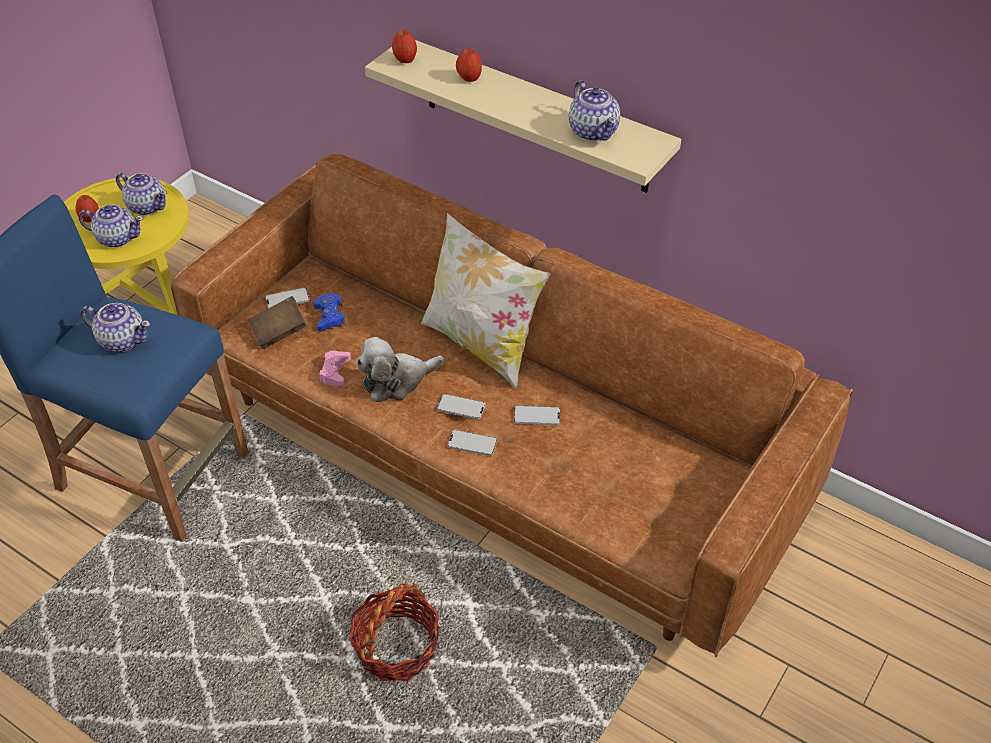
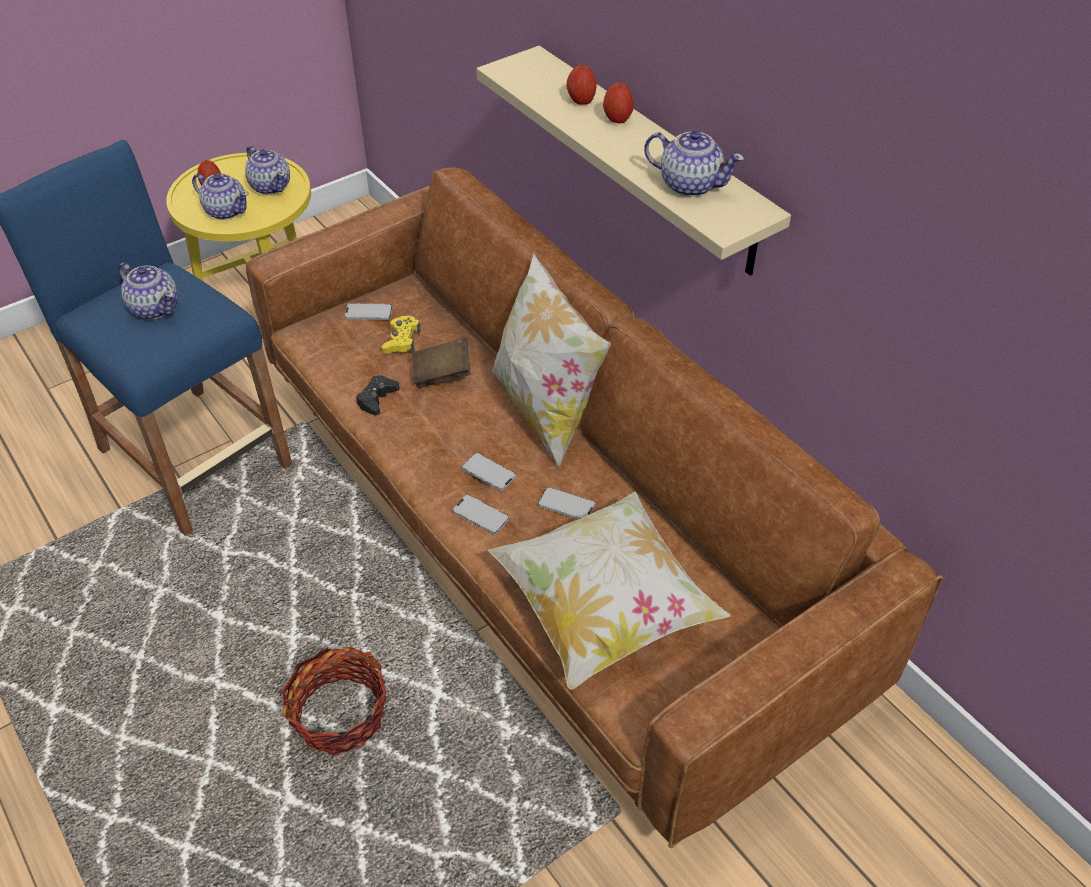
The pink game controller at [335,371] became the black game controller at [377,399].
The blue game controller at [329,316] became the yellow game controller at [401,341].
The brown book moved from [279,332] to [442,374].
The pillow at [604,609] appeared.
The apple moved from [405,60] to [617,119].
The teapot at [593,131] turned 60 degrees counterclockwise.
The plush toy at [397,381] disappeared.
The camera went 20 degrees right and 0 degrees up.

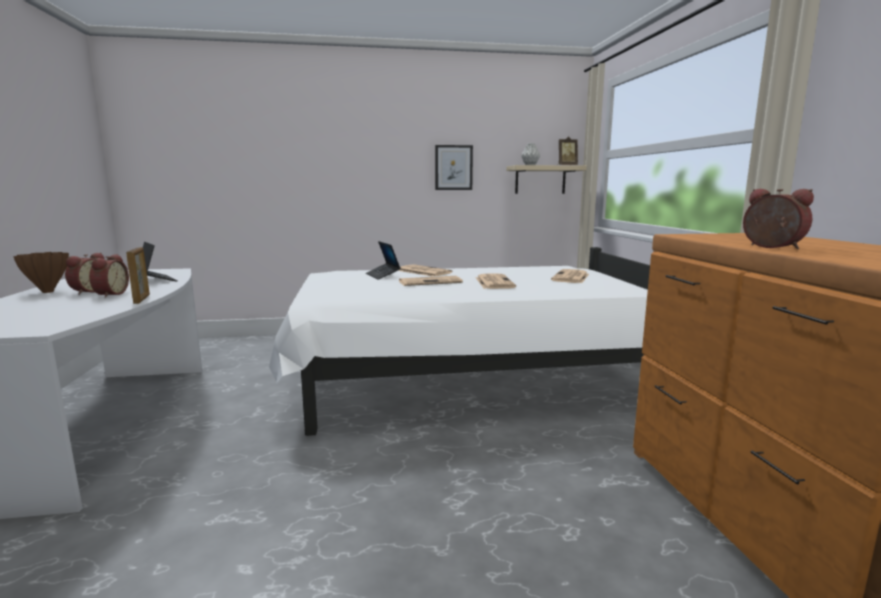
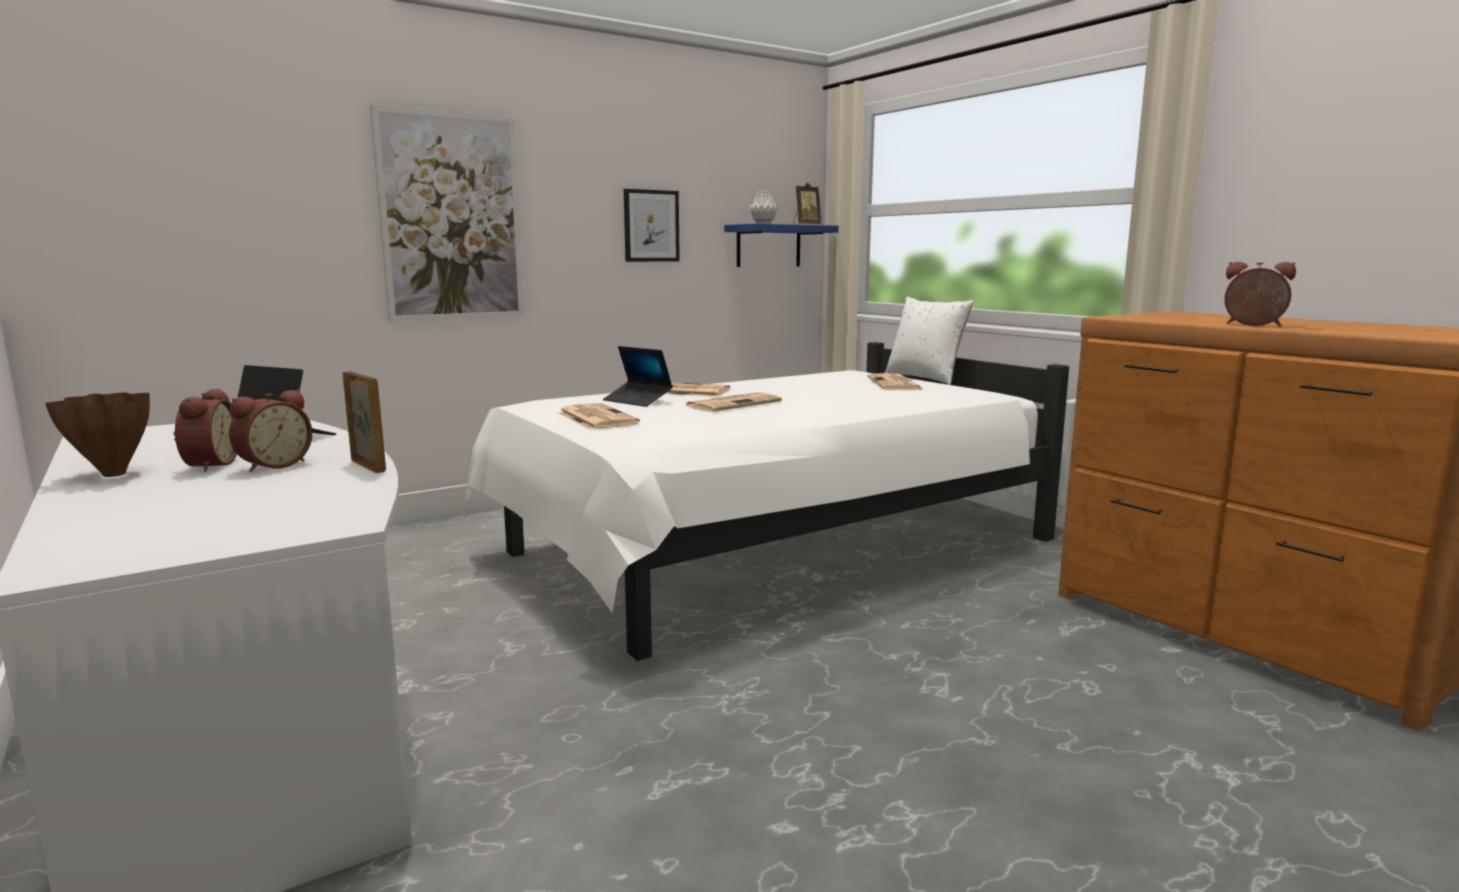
The alarm clock at [110,294] turned 60 degrees clockwise.
The picture at [452,217] appeared.
The newspaper moved from [493,282] to [595,418].
The beige shelf at [540,180] became the blue shelf at [768,246].
The white pillow at [925,378] appeared.
The camera went 25 degrees left and 0 degrees up.

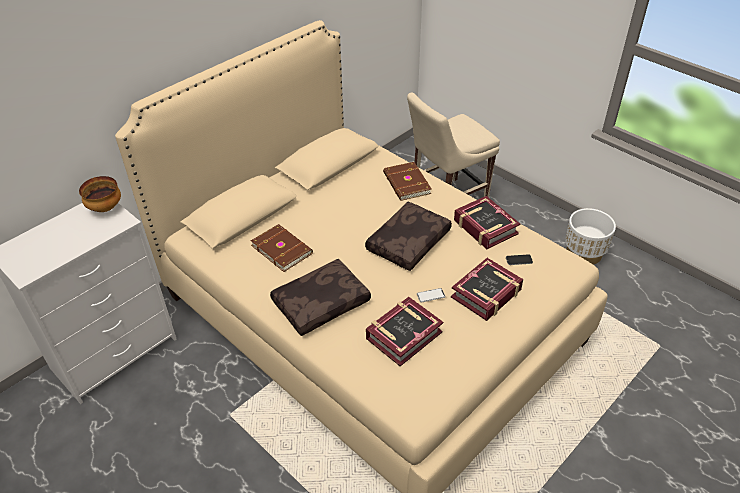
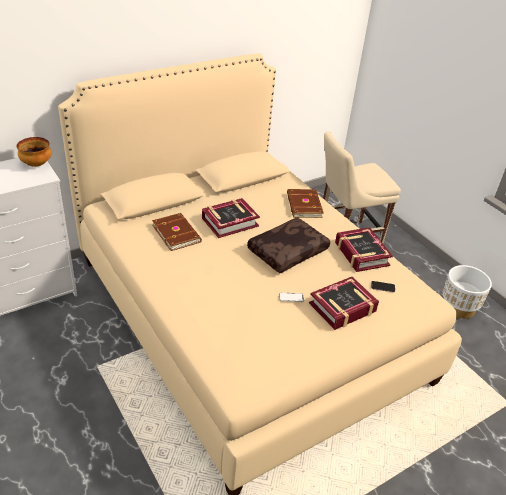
The book moved from [403,335] to [230,222].
The brown pillow at [321,302] disappeared.
The camera went 10 degrees right and 5 degrees down.

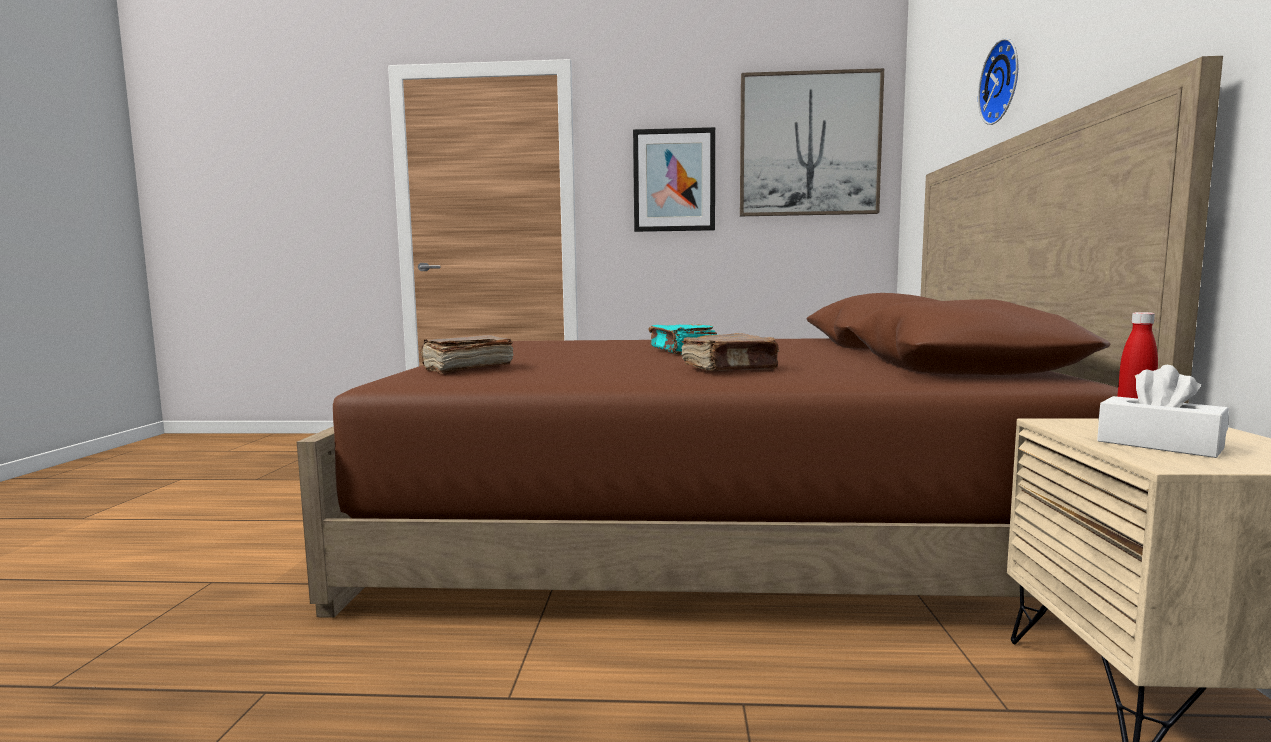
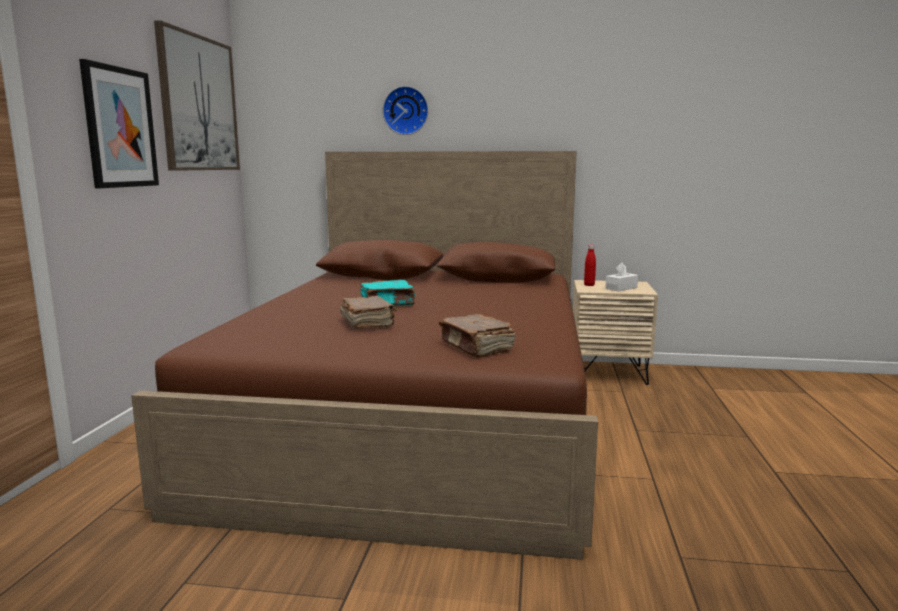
The brown book moved from [730,369] to [368,323].
The camera went 85 degrees left and 5 degrees up.

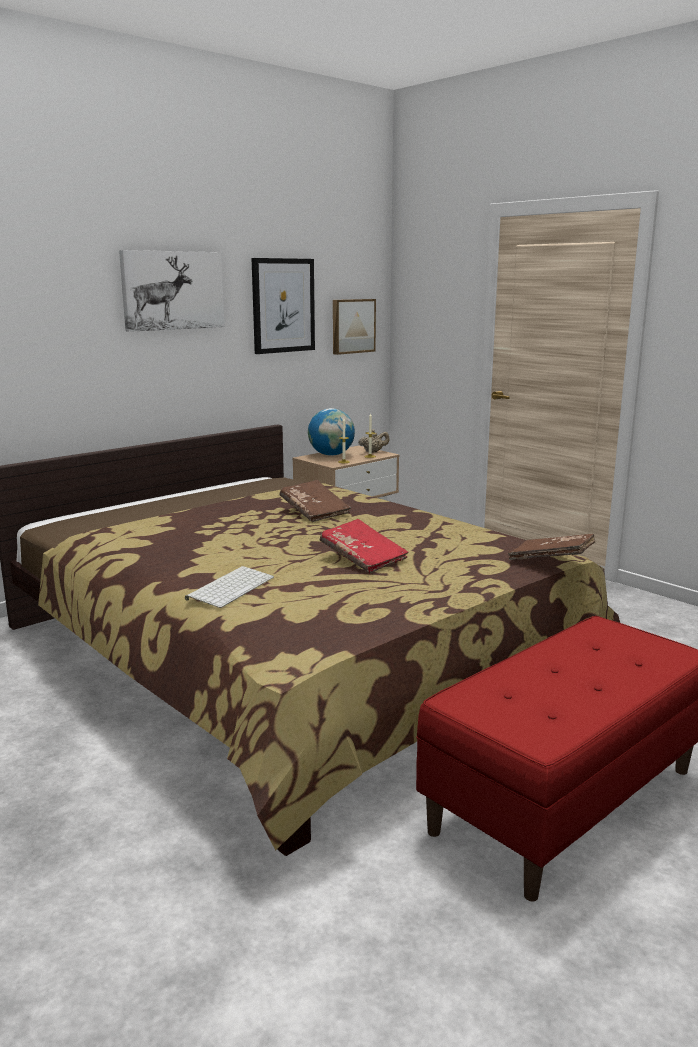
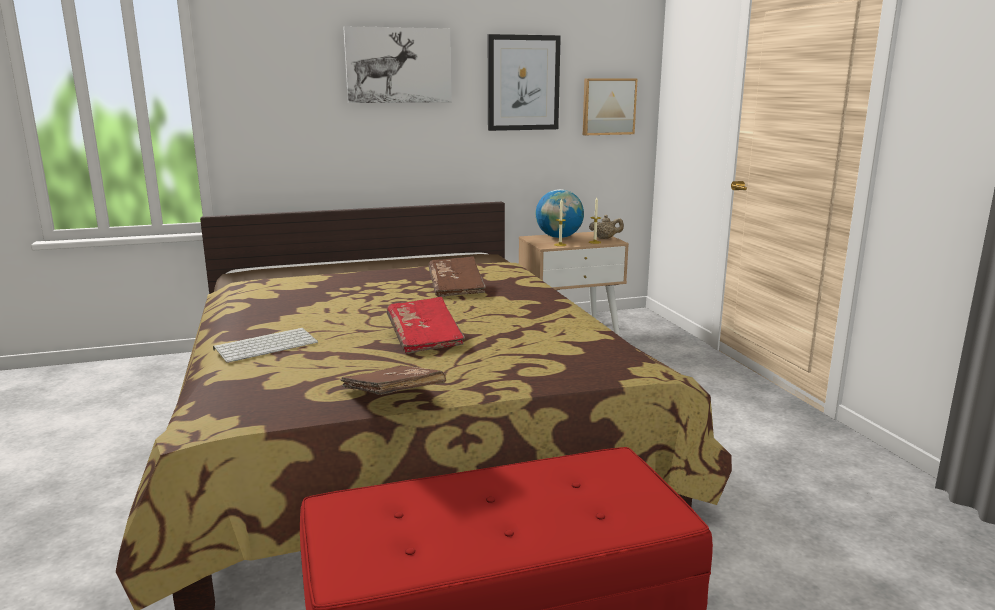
The brown book moved from [551,560] to [392,396].
The camera went 25 degrees right and 0 degrees up.

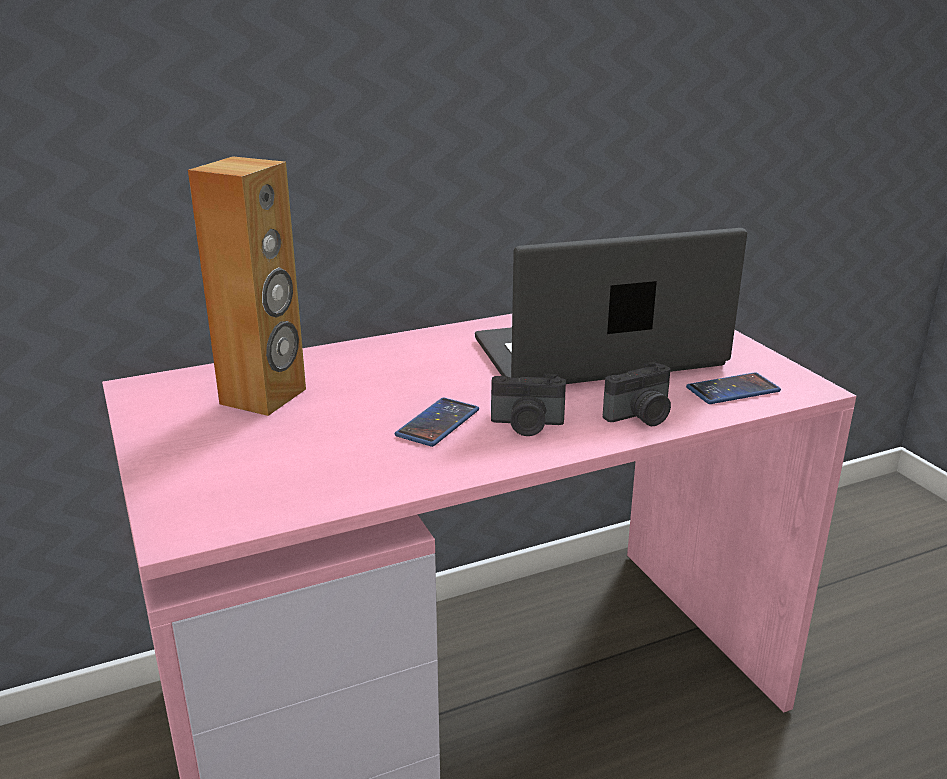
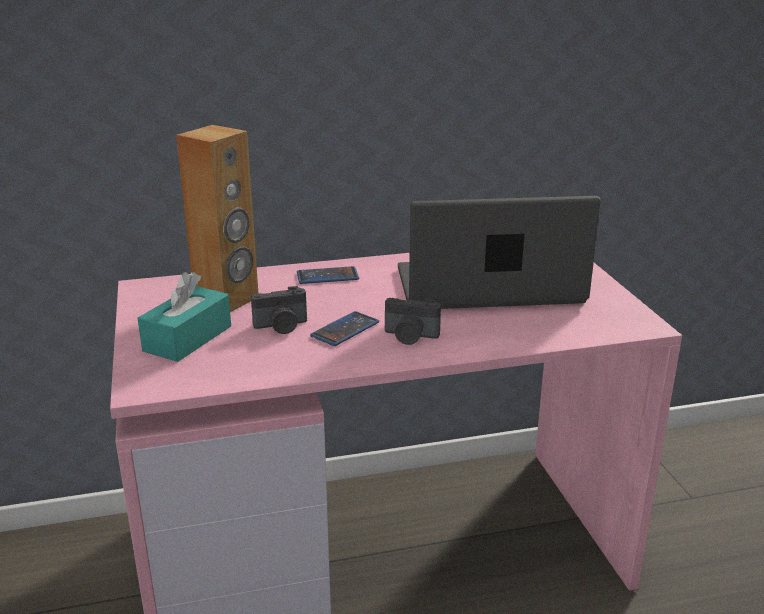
The turquoise tissue box at [188,338] appeared.
The photo camera moved from [641,417] to [281,326].
The phone moved from [732,390] to [327,276].
The camera went 10 degrees right and 0 degrees up.

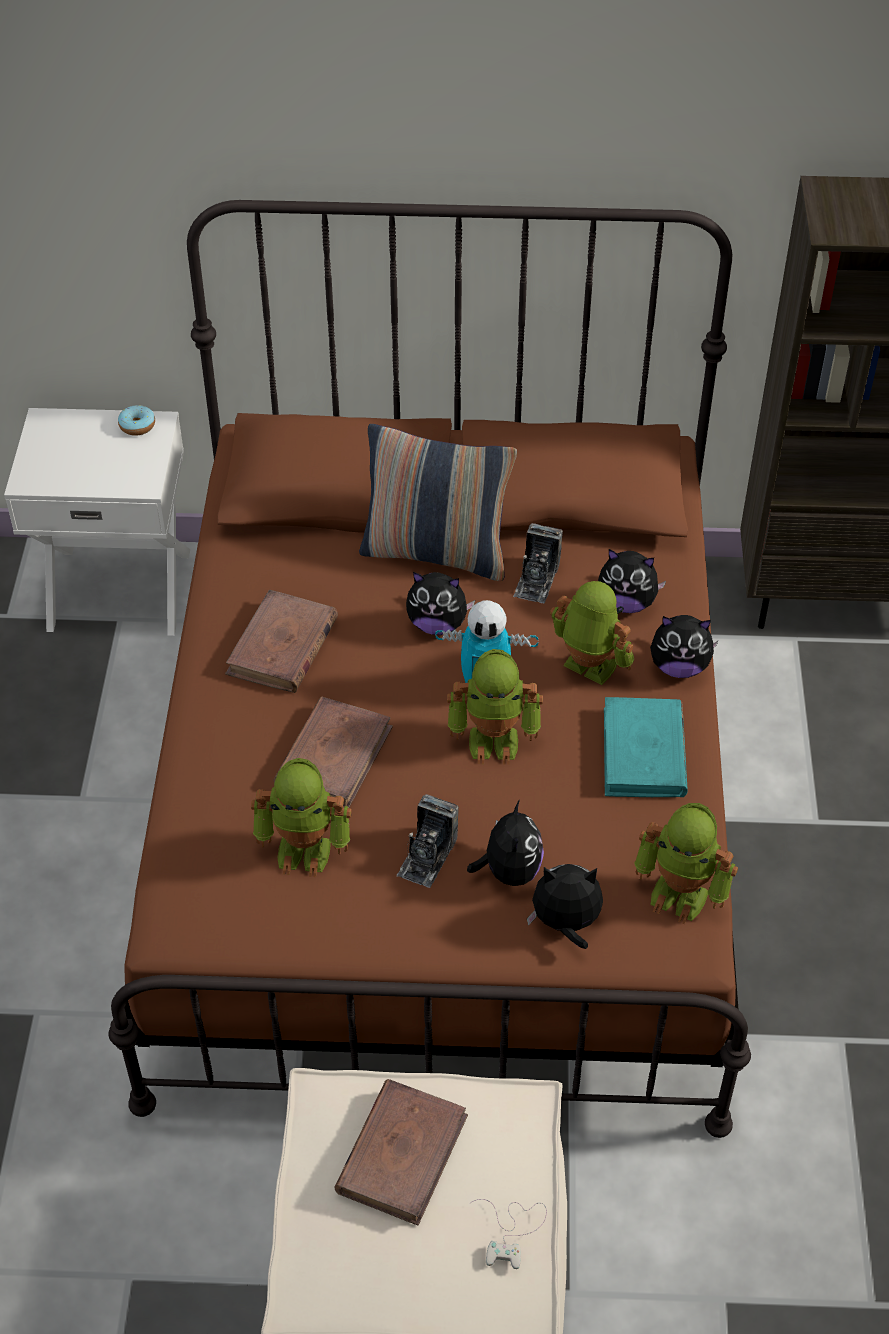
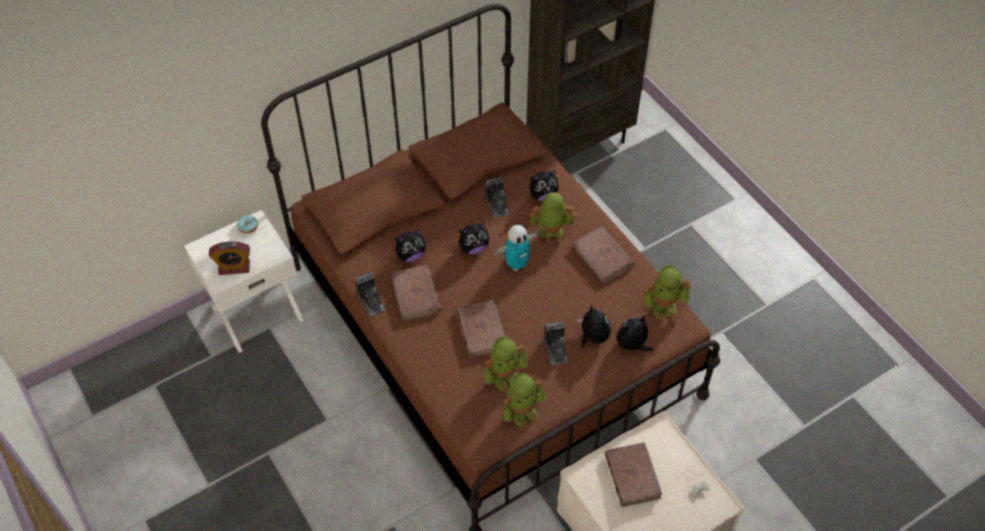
The alarm clock at [234,267] appeared.
The photo camera at [371,301] appeared.
The plush toy moved from [679,666] to [410,255].
The toy robot moved from [494,739] to [522,412].
The turquoise book at [643,753] became the brown book at [603,257].
The pillow at [436,553] disappeared.
The camera went 35 degrees left and 5 degrees up.

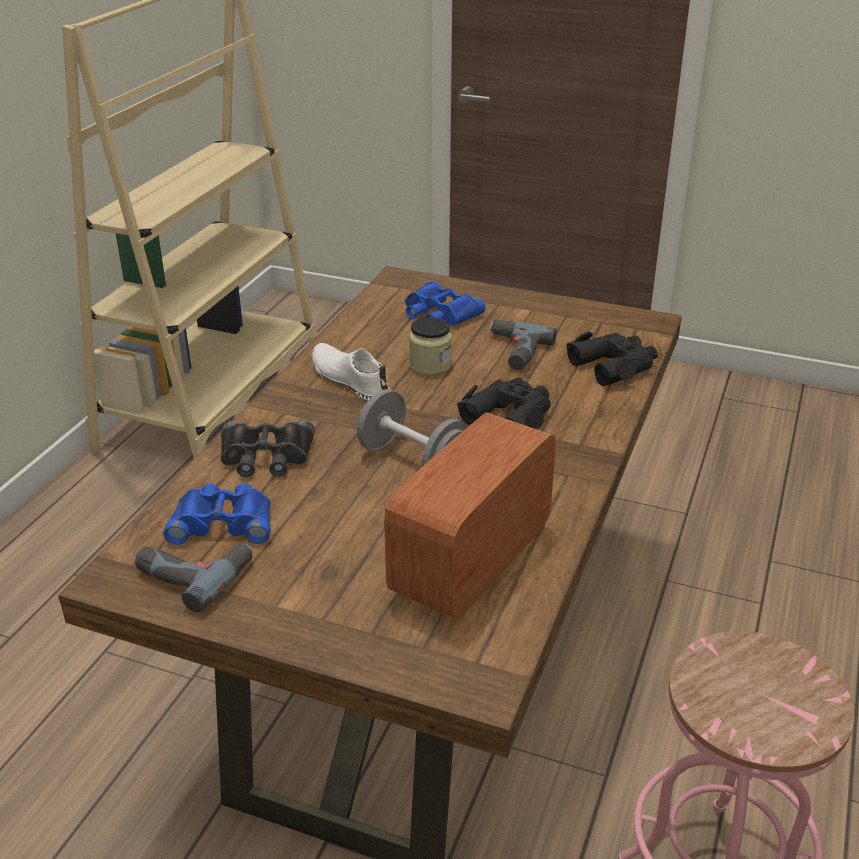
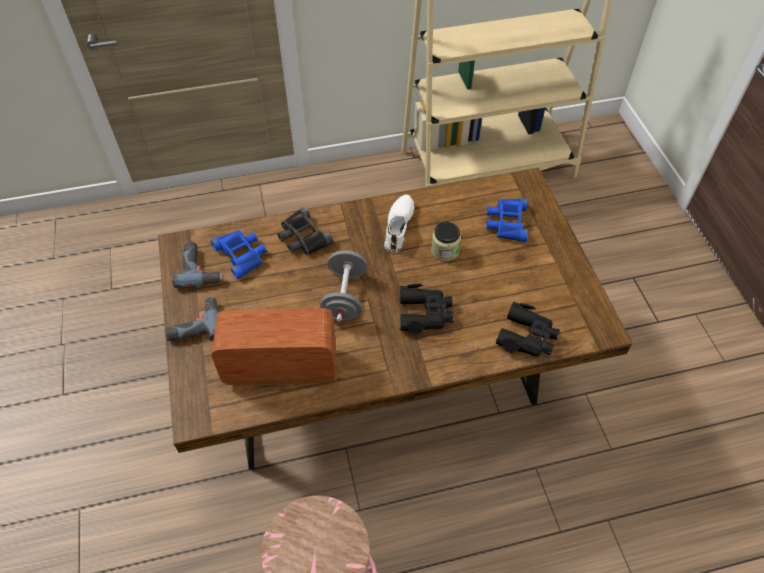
The power drill moved from [513,351] to [194,325].
The camera went 55 degrees right and 20 degrees up.

